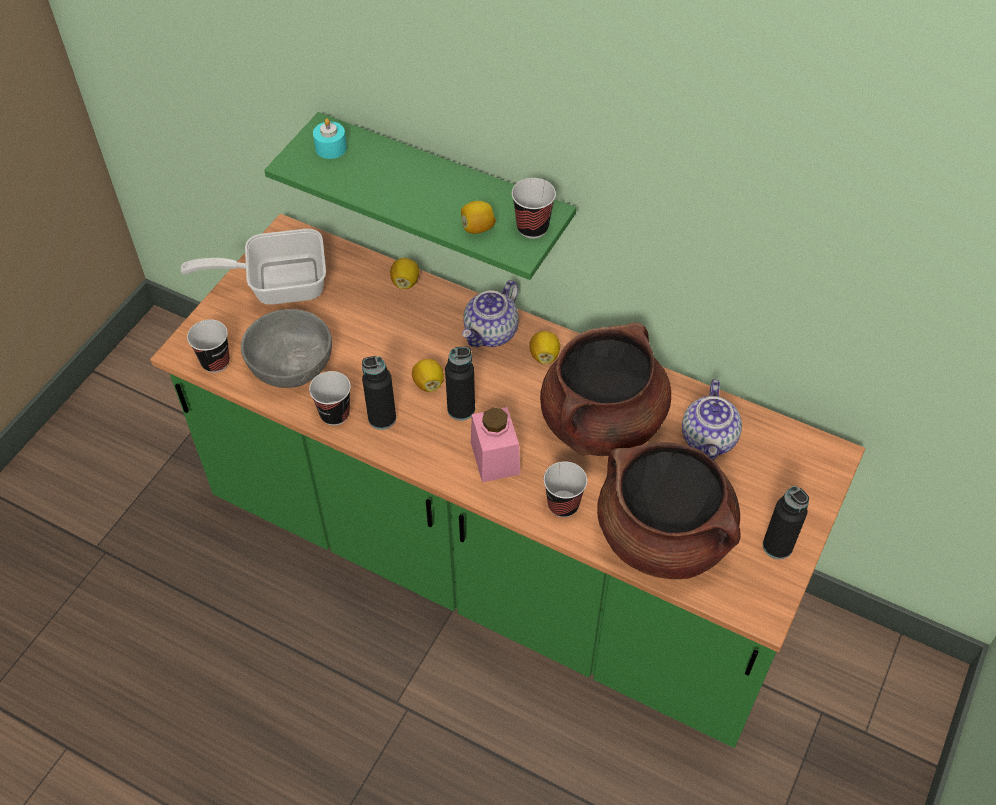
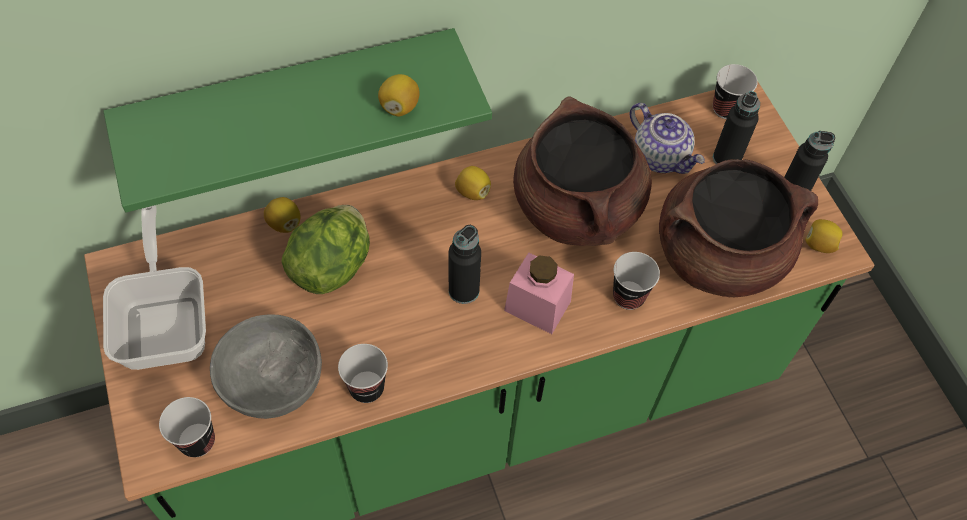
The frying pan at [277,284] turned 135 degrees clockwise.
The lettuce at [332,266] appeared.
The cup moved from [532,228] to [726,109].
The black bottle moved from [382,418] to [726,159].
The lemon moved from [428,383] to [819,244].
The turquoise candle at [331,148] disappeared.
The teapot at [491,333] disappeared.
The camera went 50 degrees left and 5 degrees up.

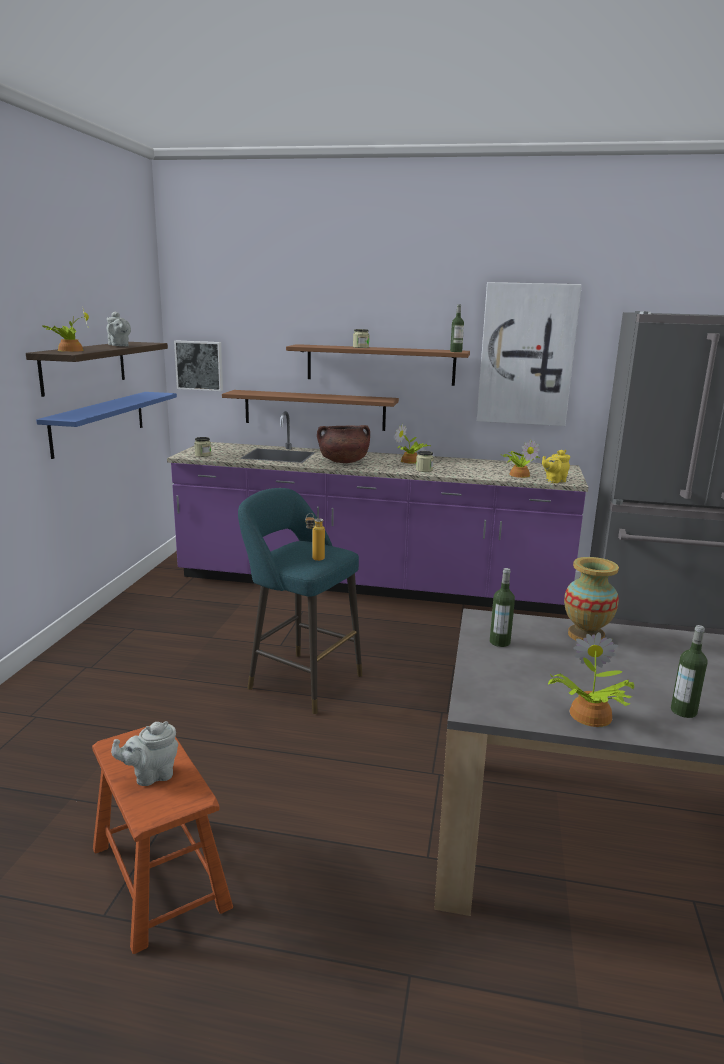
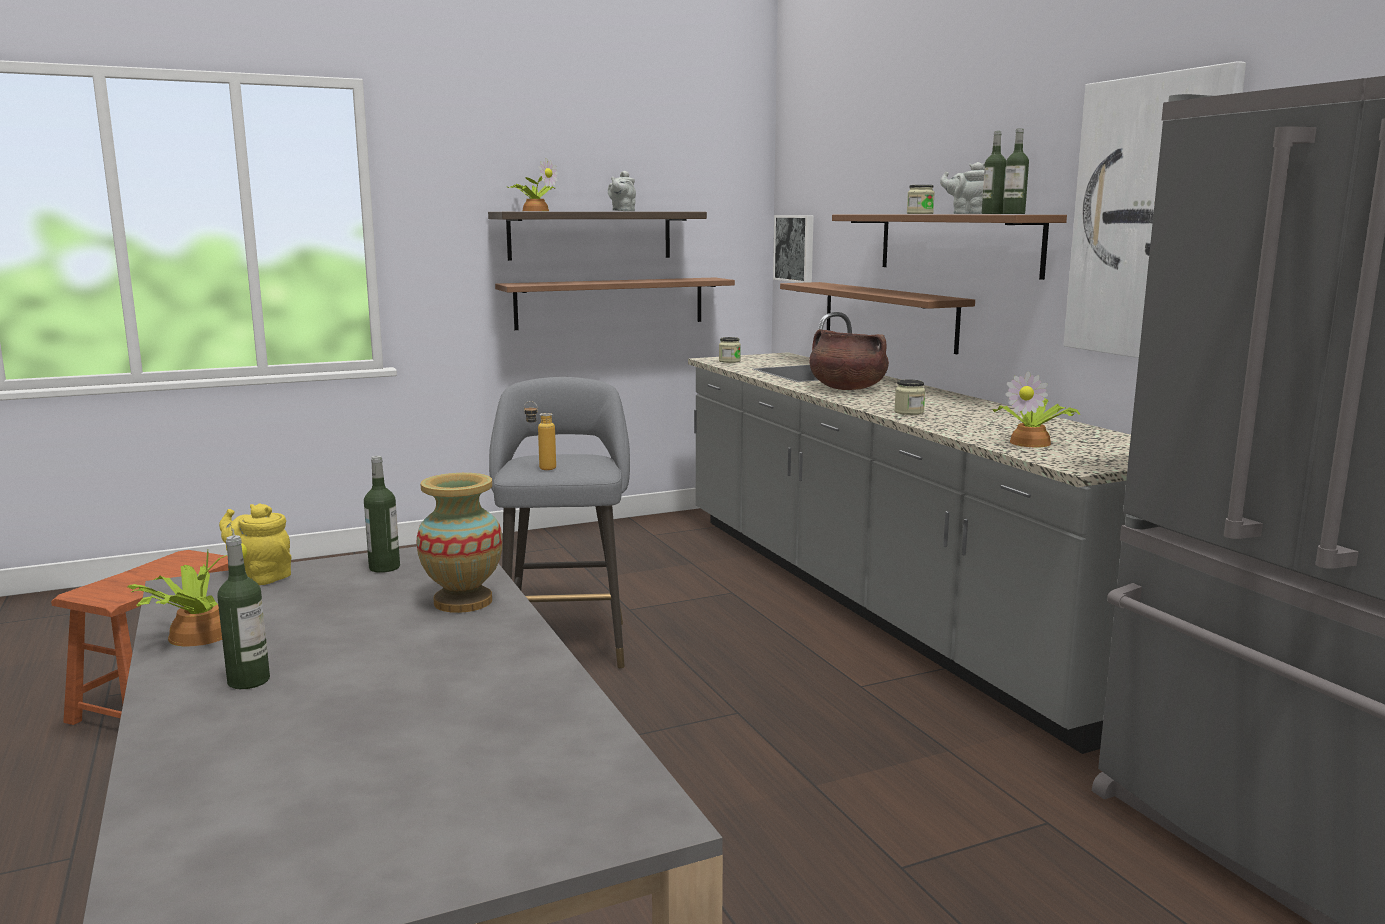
The yellow teapot moved from [554,481] to [260,577].
The turquoise stool at [300,680] became the grey stool at [565,642].
The blue shelf at [99,422] became the brown shelf at [610,303].
The purple counter at [371,585] became the grey counter at [879,601].
The grey teapot moved from [151,775] to [967,214].
The bottle at [992,214] appeared.
The potted plant at [410,461] disappeared.
The camera went 55 degrees right and 5 degrees down.

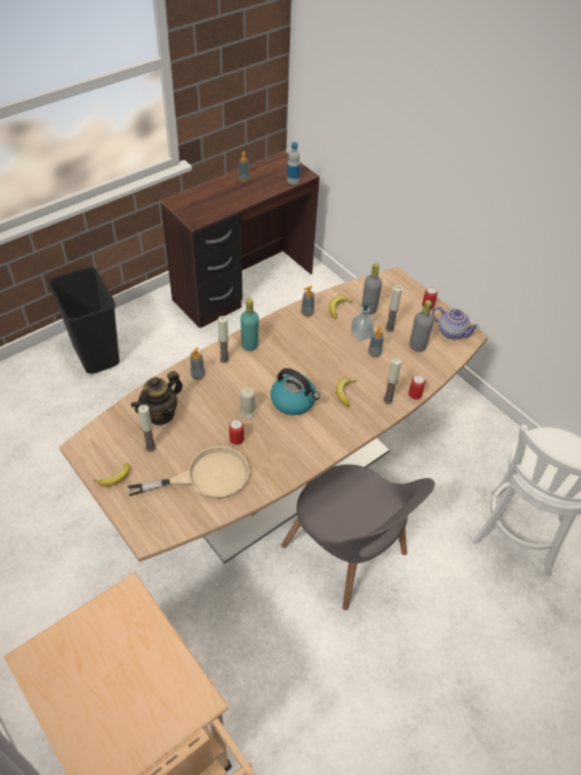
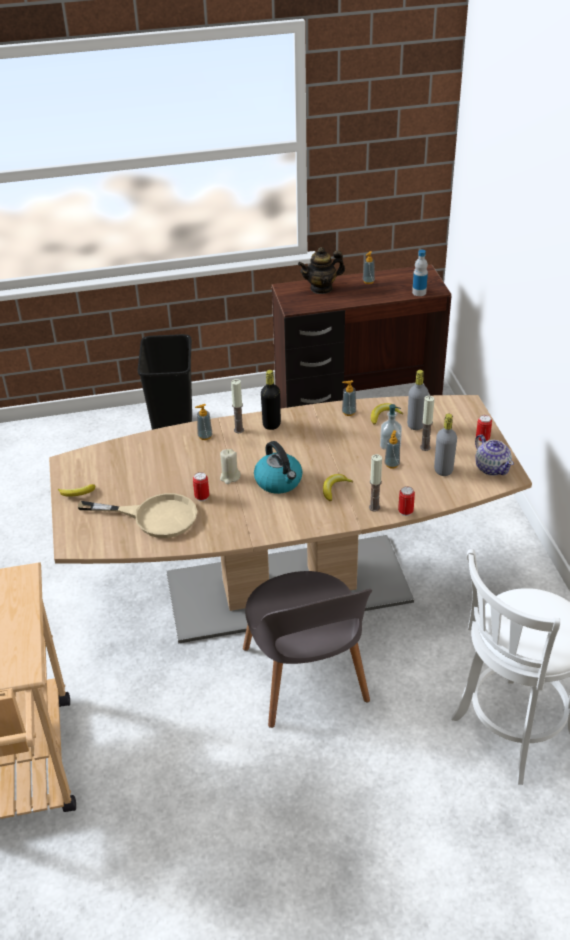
The turquoise bottle at [250,345] became the black bottle at [271,424].
The teapot moved from [160,414] to [321,288].
The candle at [150,447] disappeared.
The camera went 30 degrees right and 10 degrees down.

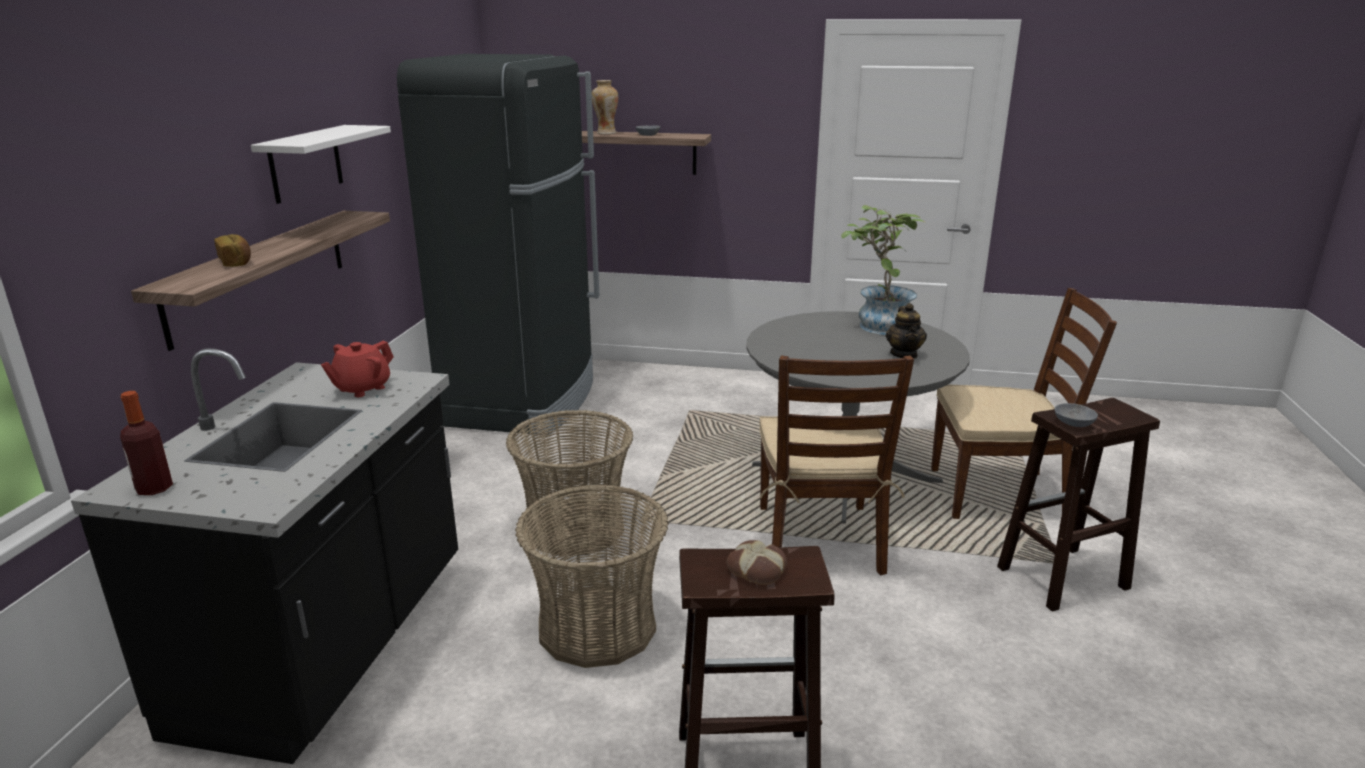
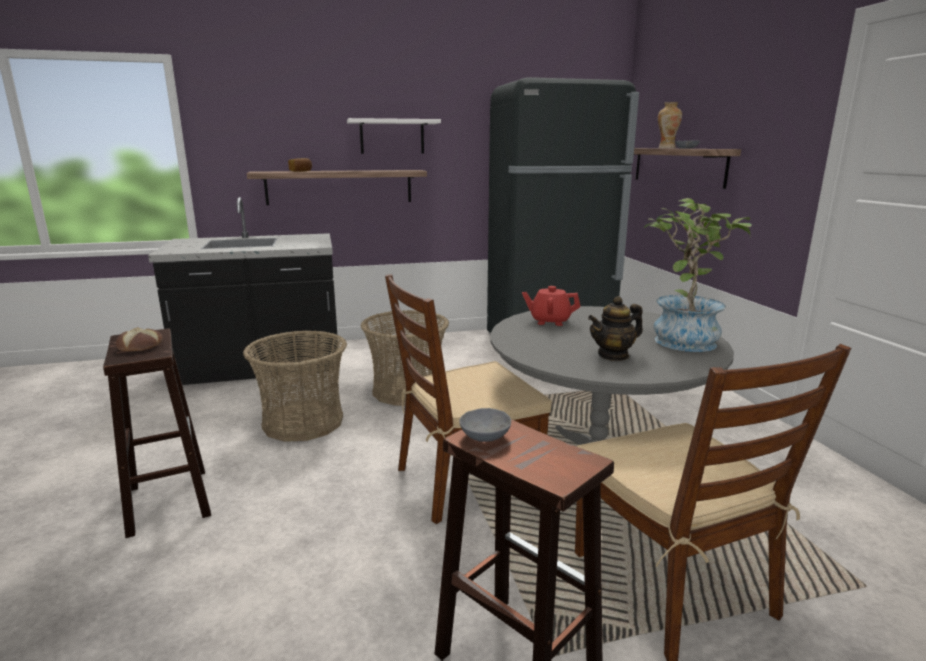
The red teapot moved from [362,388] to [550,321].
The bottle at [154,488] disappeared.
The camera went 65 degrees right and 5 degrees down.

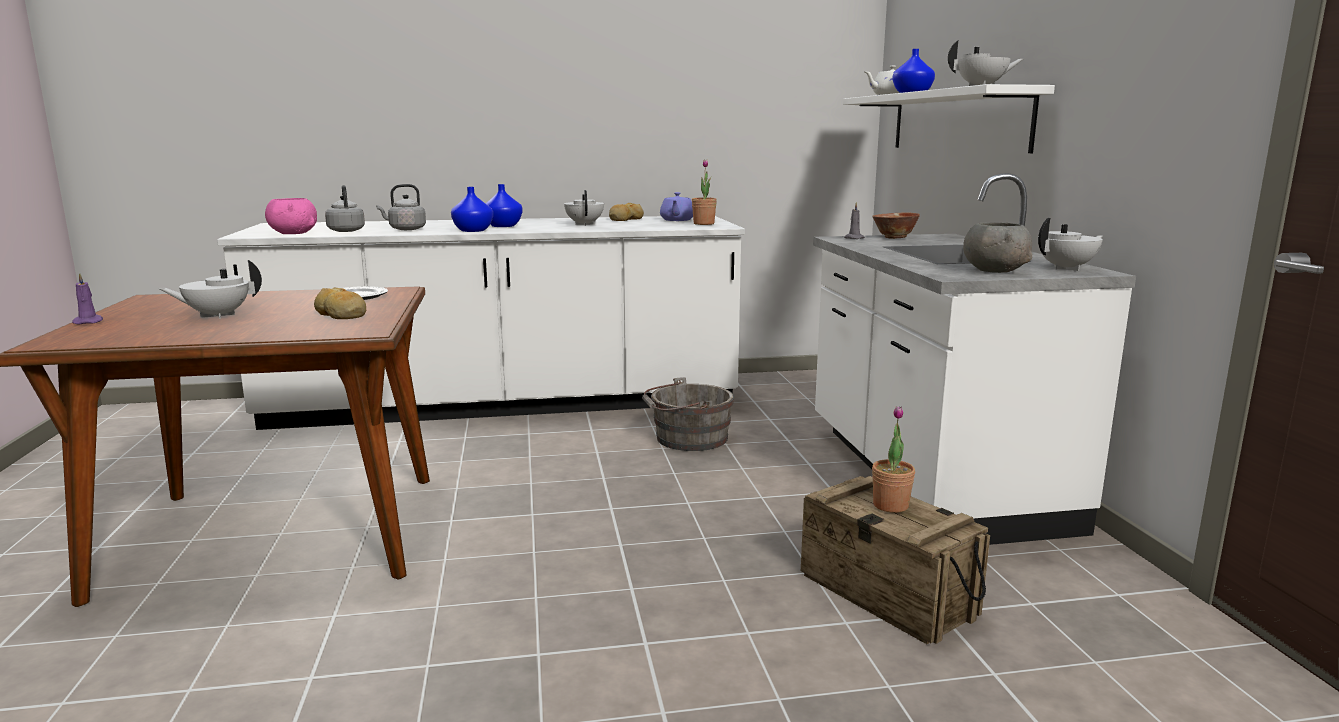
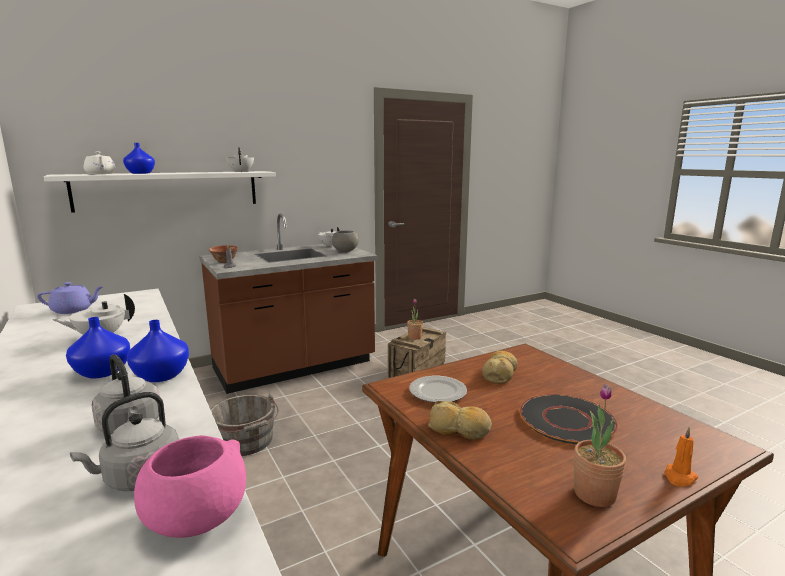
The white counter at [929,477] became the brown counter at [294,366].
The bread moved from [625,219] to [459,429].
The white teapot at [217,315] was replaced by the black plate at [567,420].
The potted plant moved from [703,224] to [594,494].
The purple candle at [89,322] became the orange candle at [679,477].
The camera went 110 degrees left and 0 degrees up.

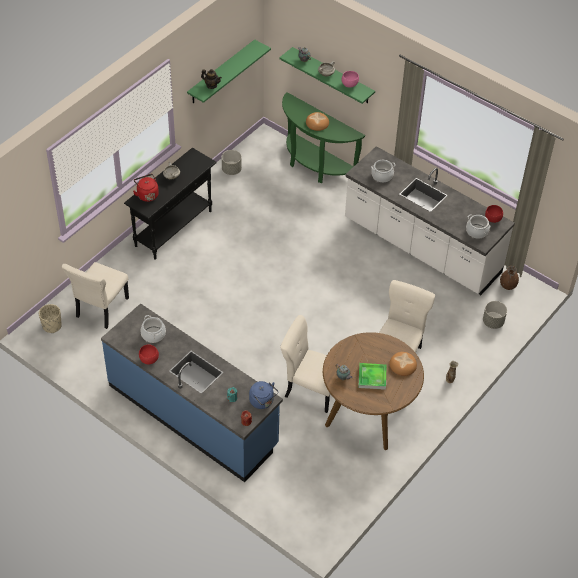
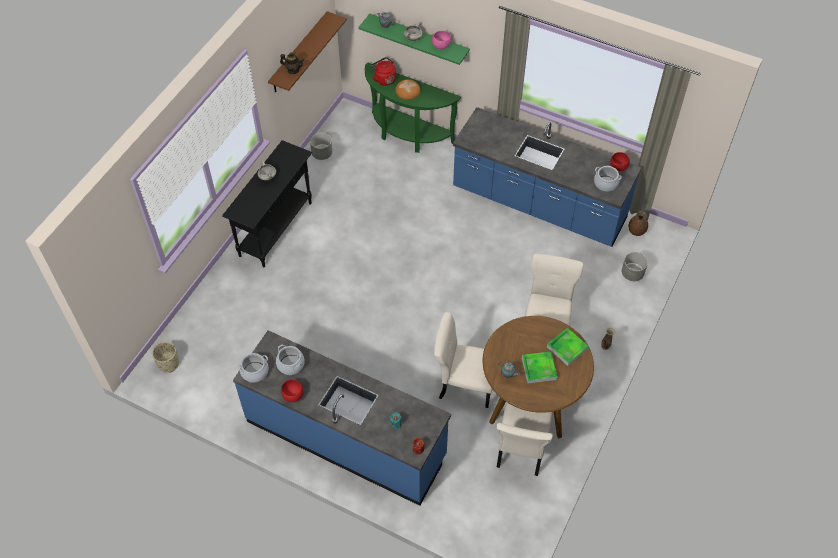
The cooking pot moved from [382,176] to [254,372].
The green shelf at [221,72] became the brown shelf at [299,53].
The red kettle moved from [147,194] to [384,79].
The white counter at [421,247] became the blue counter at [538,205].
The beige chair moved from [101,309] to [520,451].
The bread at [402,365] was replaced by the tray at [567,348].
The blue kettle at [262,402] disappeared.
The camera went 10 degrees left and 5 degrees up.

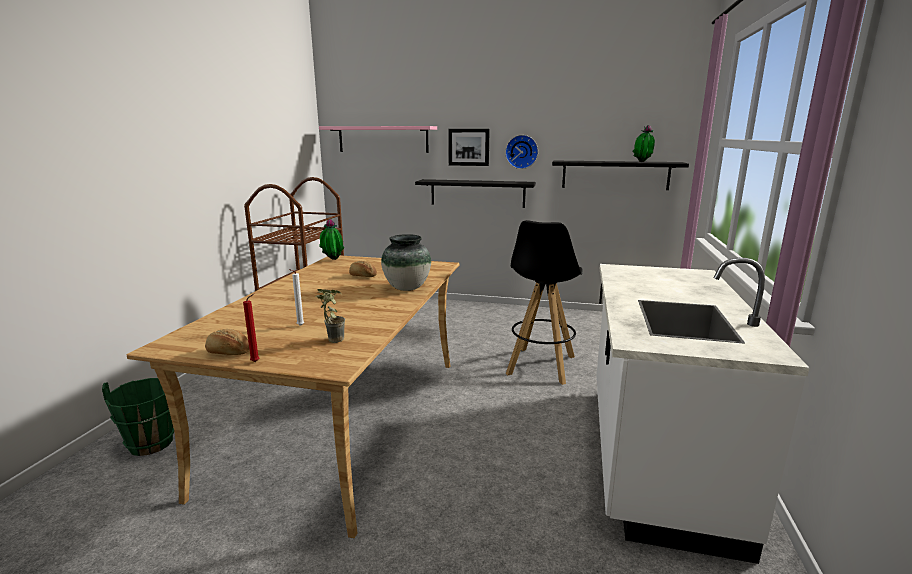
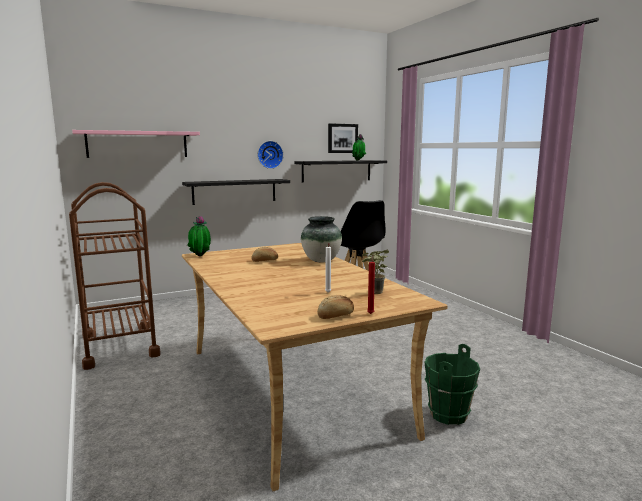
The picture moved from [469,147] to [342,138].
The green bucket moved from [151,443] to [448,414].
The white counter at [653,455] disappeared.
The camera went 40 degrees left and 5 degrees down.

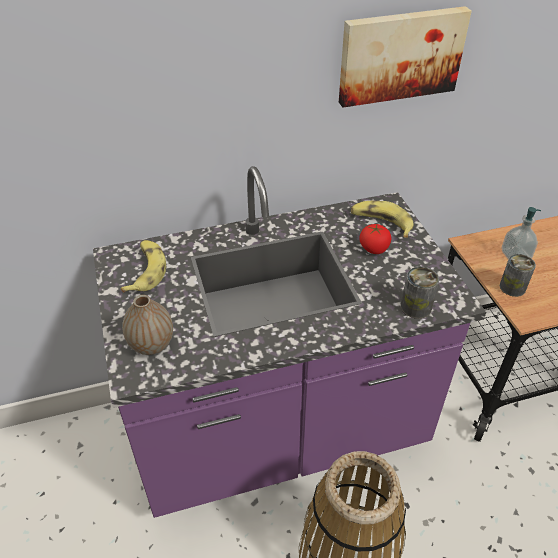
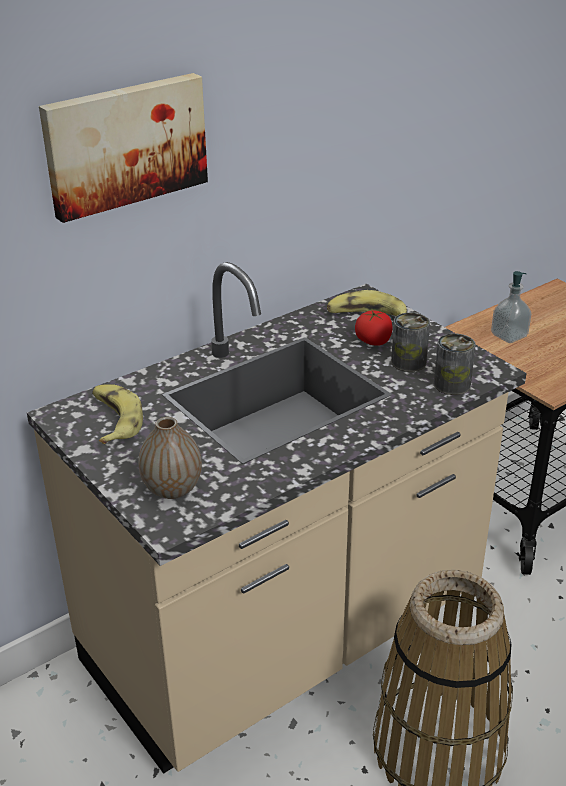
The purple counter at [279,432] became the beige counter at [285,636].
The picture moved from [400,55] to [125,144].
The can moved from [512,287] to [408,362].
The camera went 20 degrees left and 10 degrees down.

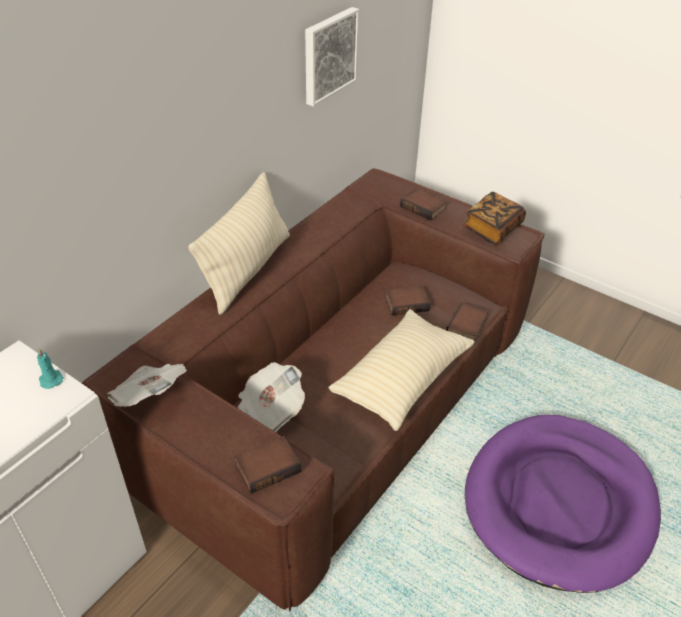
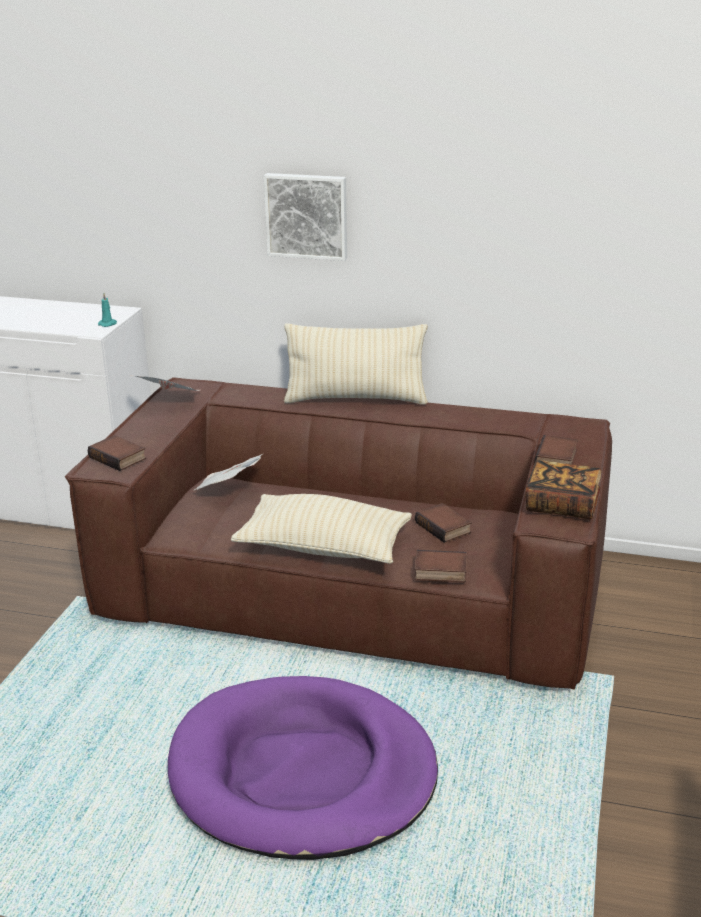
The picture moved from [328,55] to [307,215].
The camera went 70 degrees right and 15 degrees down.

